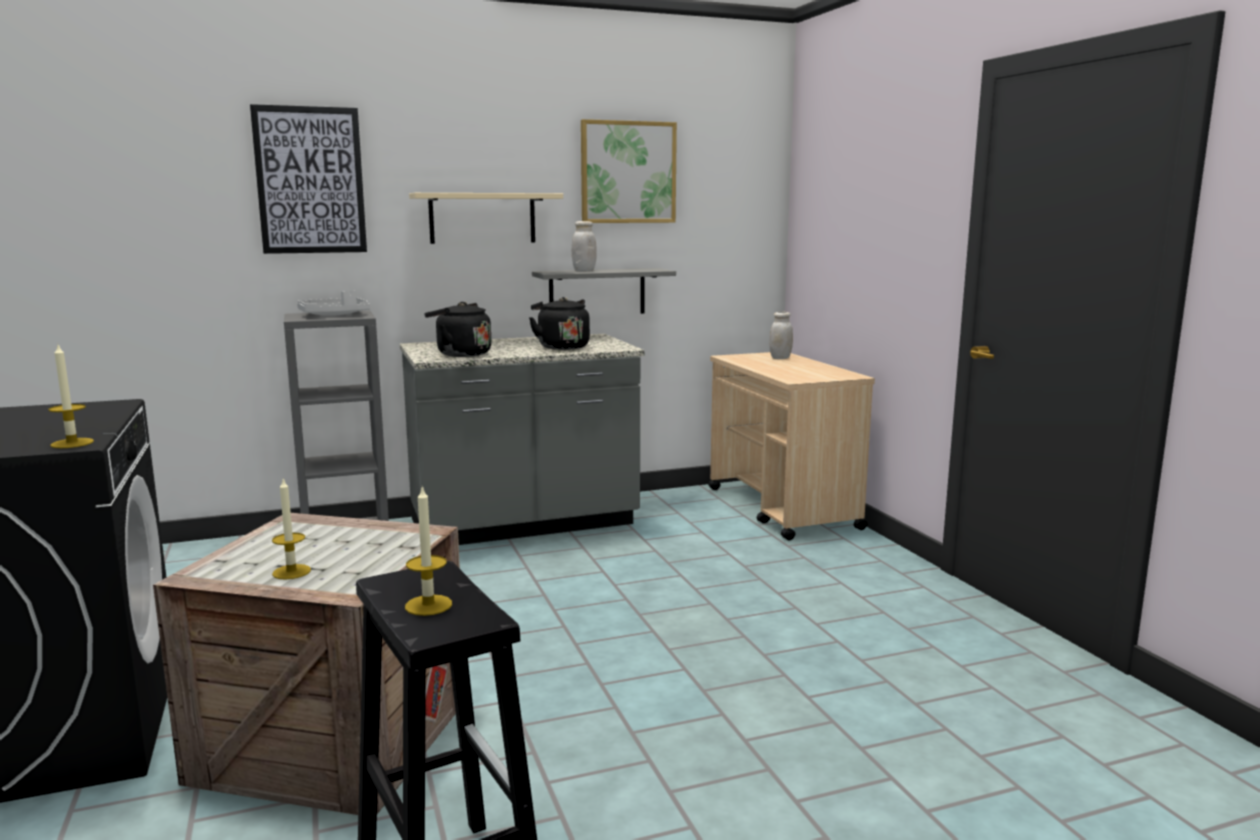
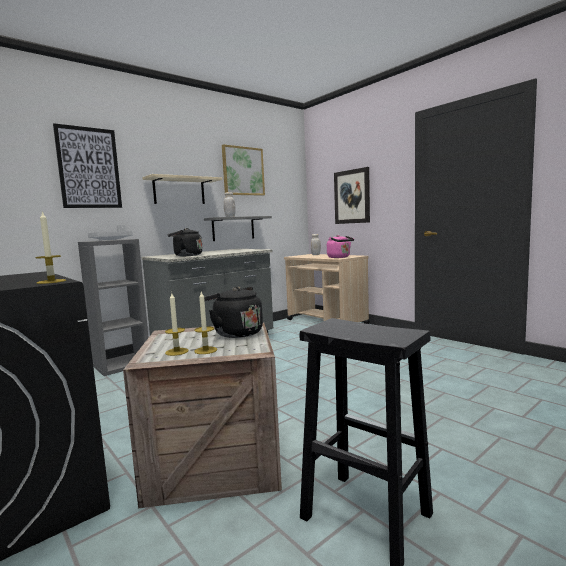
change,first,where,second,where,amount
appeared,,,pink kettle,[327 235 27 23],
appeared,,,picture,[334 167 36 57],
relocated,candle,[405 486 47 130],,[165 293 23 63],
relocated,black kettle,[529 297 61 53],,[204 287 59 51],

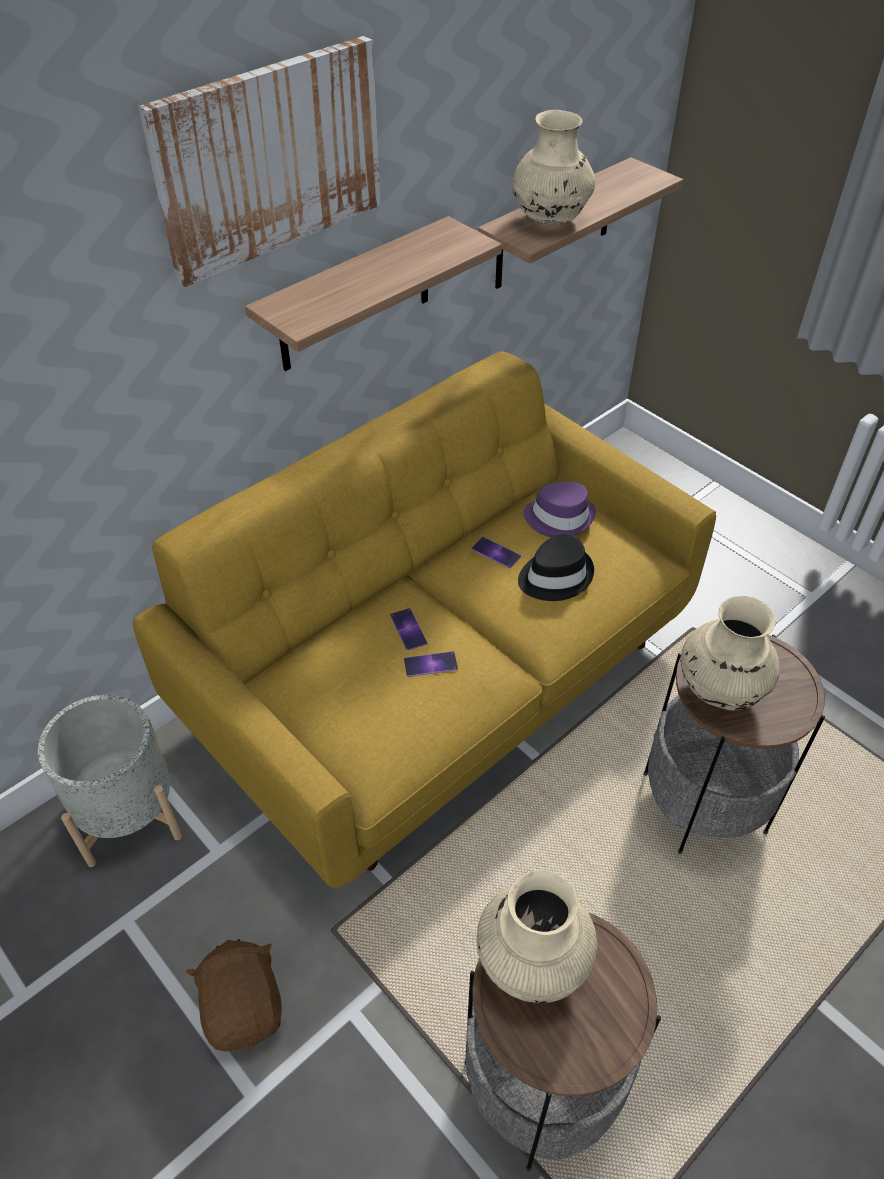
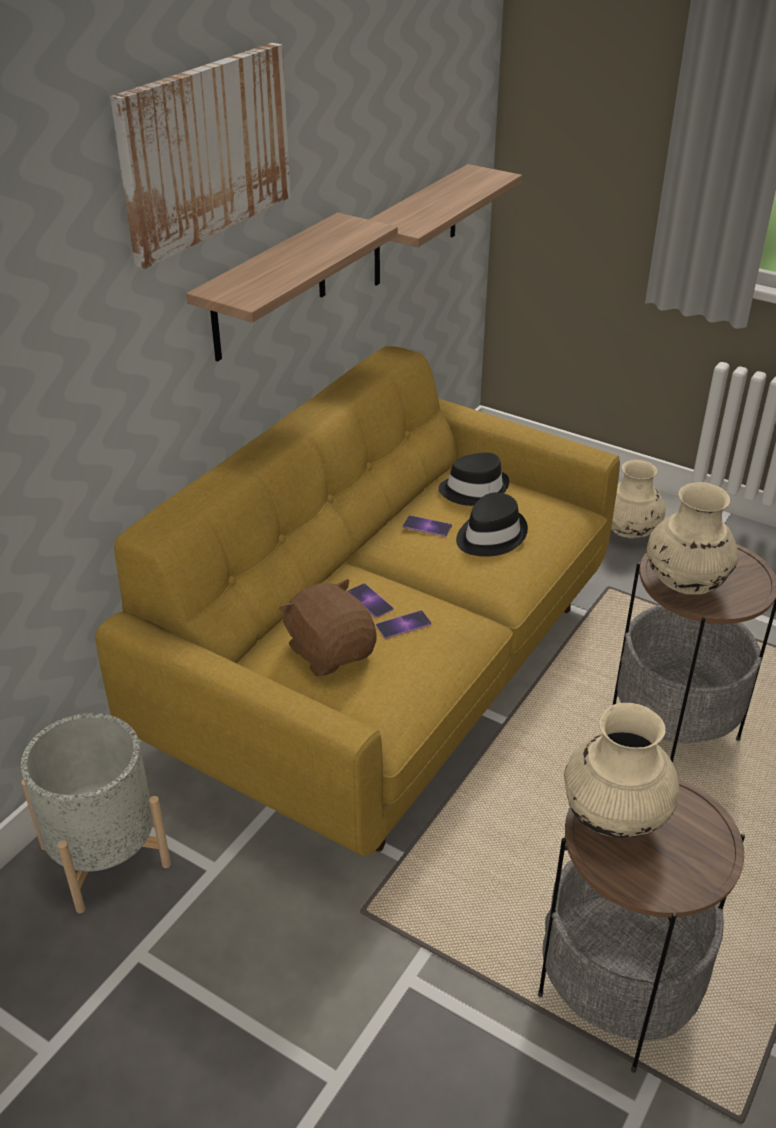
change,first,where,second,where,amount
relocated,brown plush toy,[186 939 96 112],,[279 579 98 98],
relocated,beige vase,[512 110 83 114],,[611 460 54 78],
colour,purple hat,[523 482 73 55],black hat,[438 453 72 53],

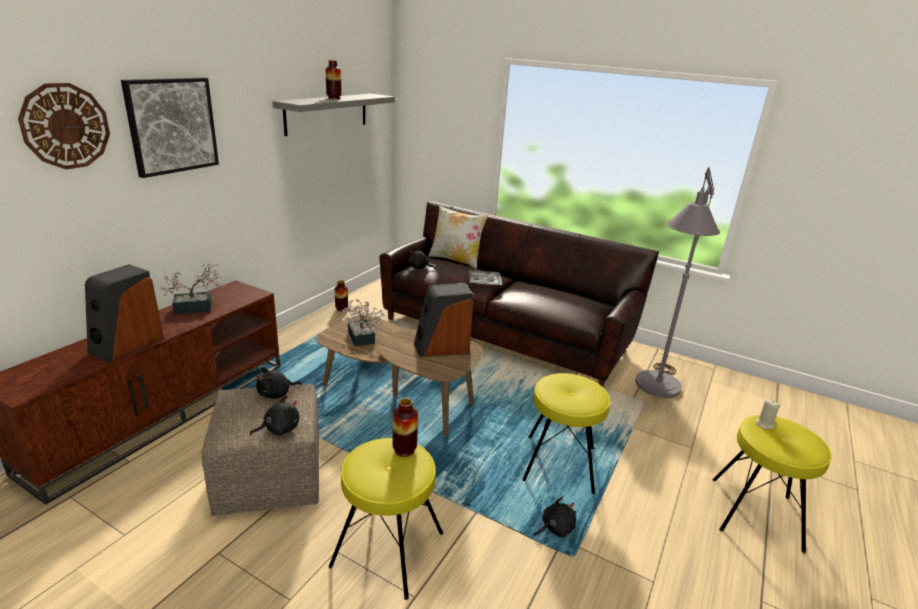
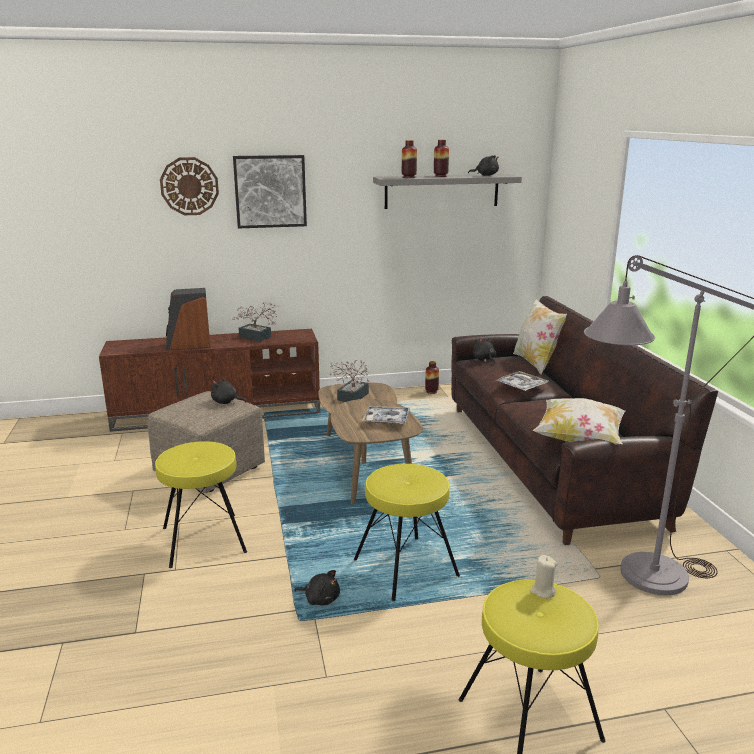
change,first,where,second,where,amount
appeared,,,pillow,[533 398 93 46],
relocated,black plush toy,[250 395 50 41],,[468 155 31 21],
relocated,vase,[392 398 26 59],,[402 140 15 38],
exchanged,speaker,[414 283 59 74],tray,[362 406 48 19],

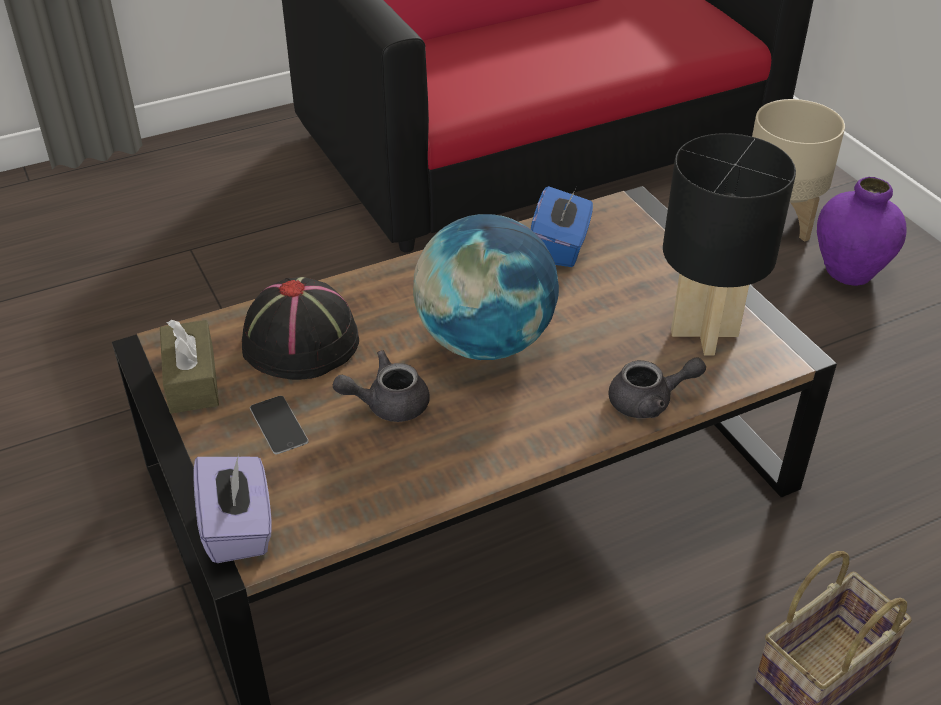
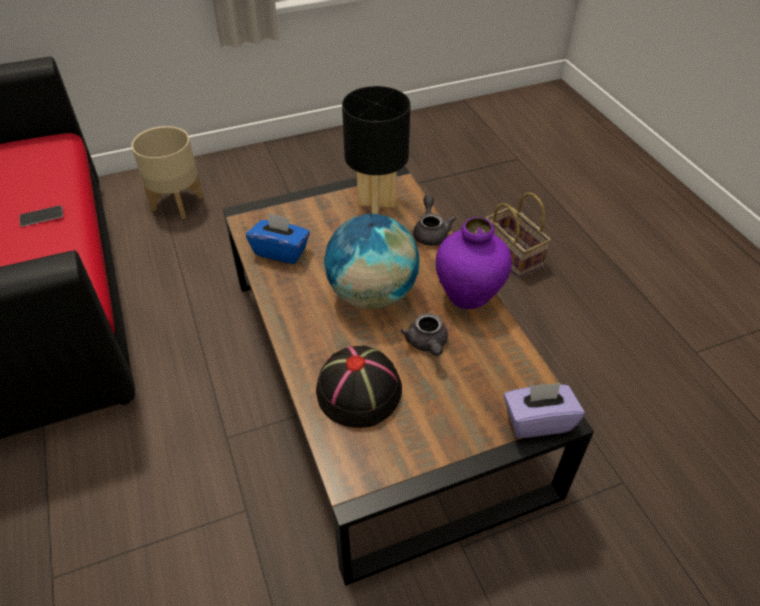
change,first,where,second,where,amount
missing,brown tissue box,[160 320 59 94],,,
relocated,phone,[250 396 59 58],,[19 205 44 22],
relocated,purple vase,[817 177 90 109],,[435 217 77 92],

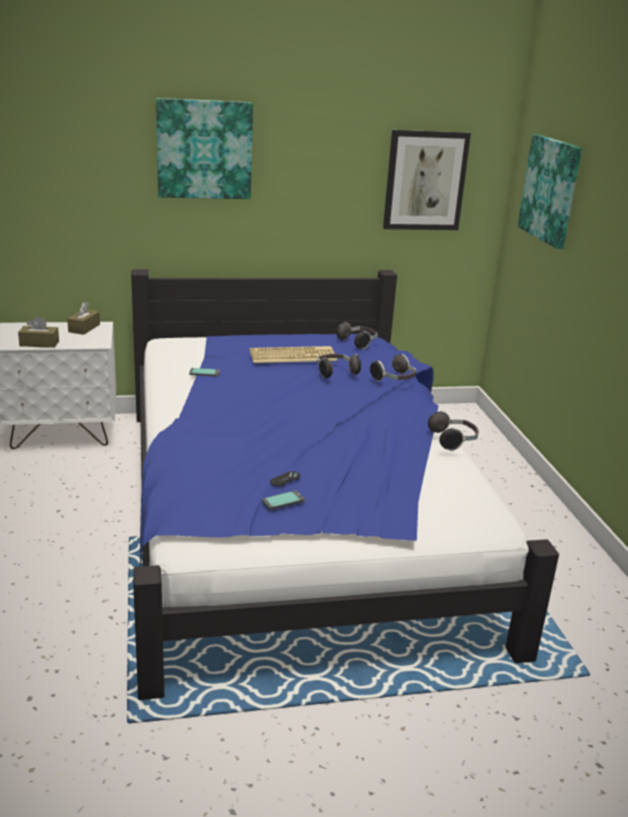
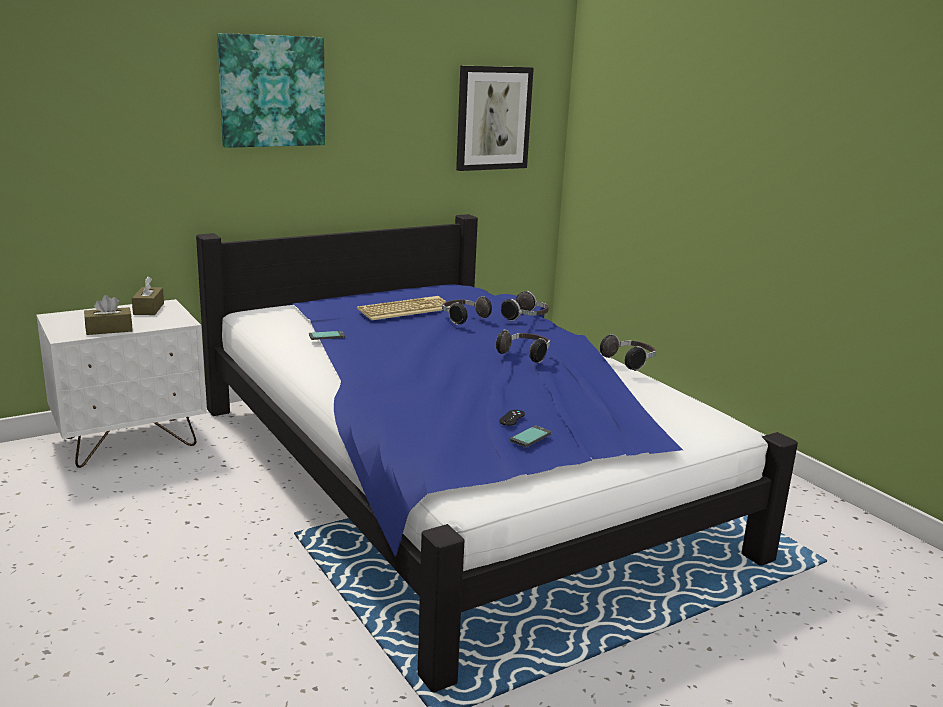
change,first,where,second,where,amount
missing,picture,[518 134 64 115],,,
relocated,headphones,[336 322 42 28],,[496 329 54 34],

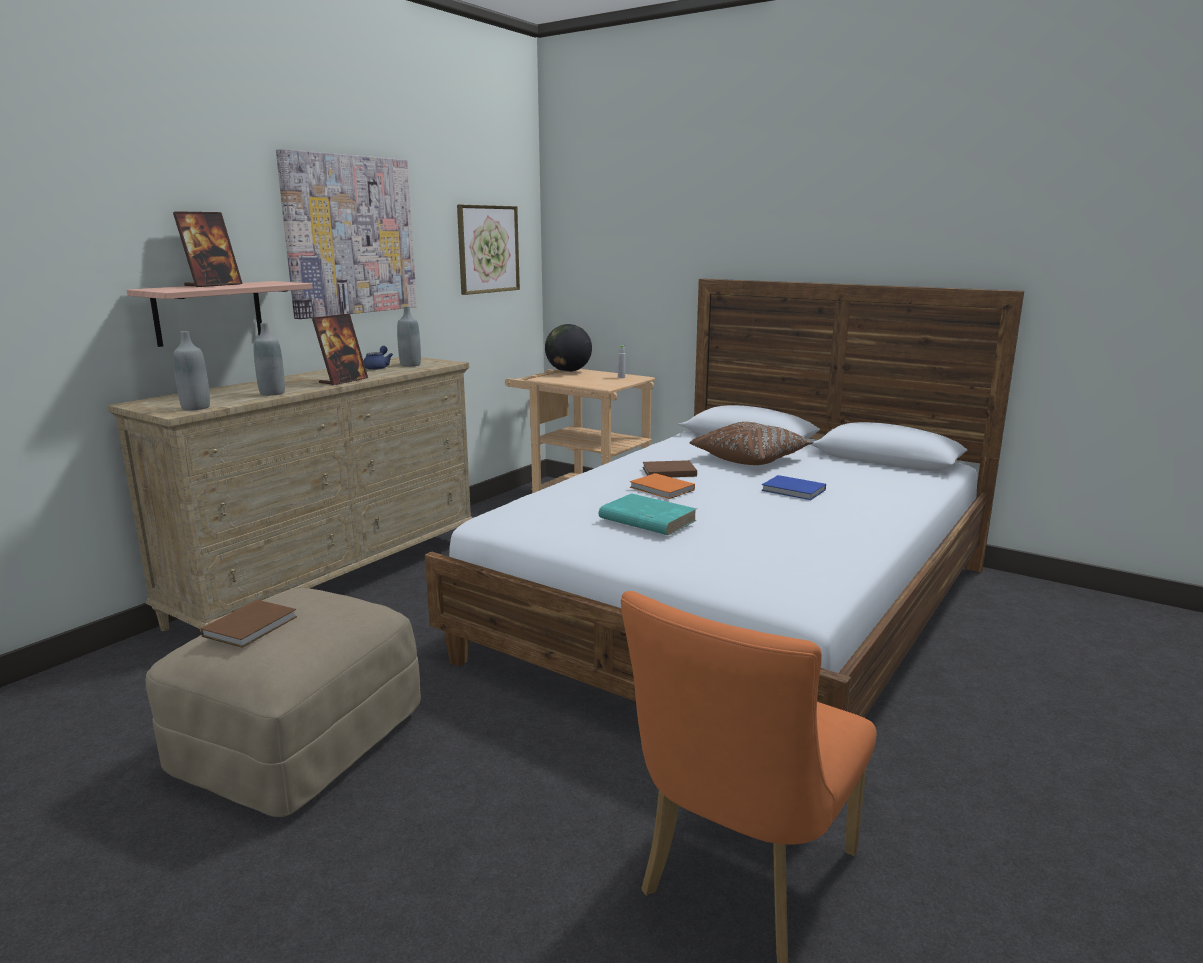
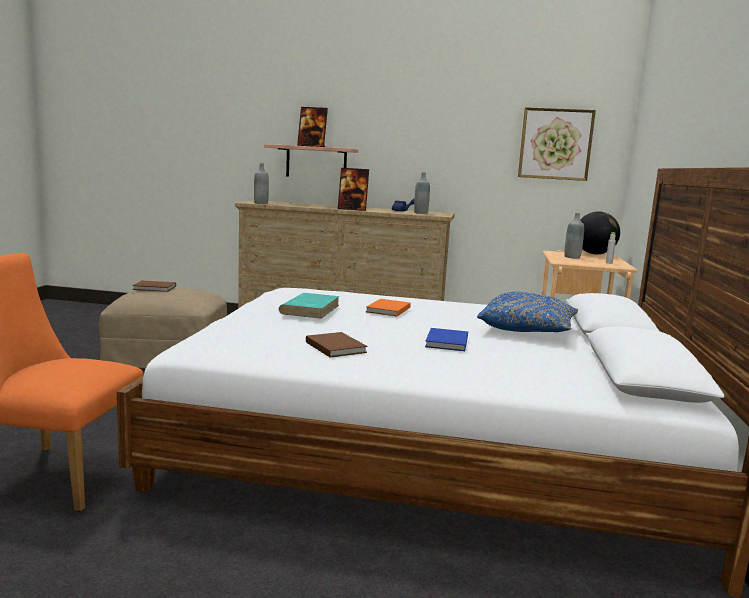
change,first,where,second,where,amount
missing,picture,[276 149 141 170],,,
relocated,grey bottle,[253 323 32 73],,[564 213 20 46],
relocated,brown book,[642 460 55 17],,[306 332 61 25],
colour,brown pillow,[690 422 124 43],blue pillow,[477 292 101 41],

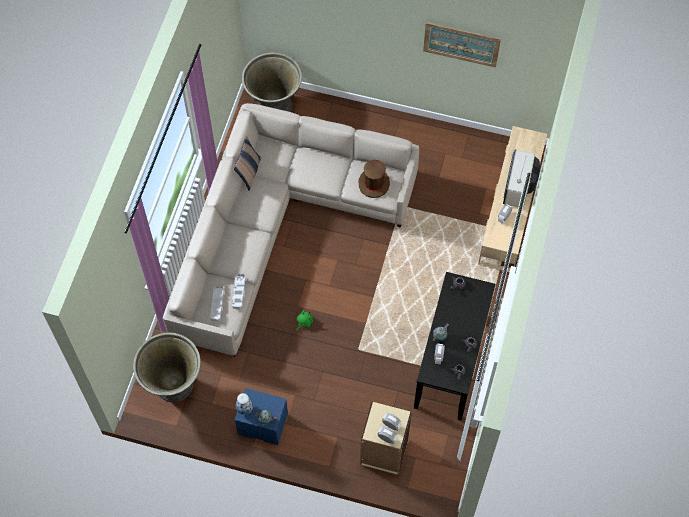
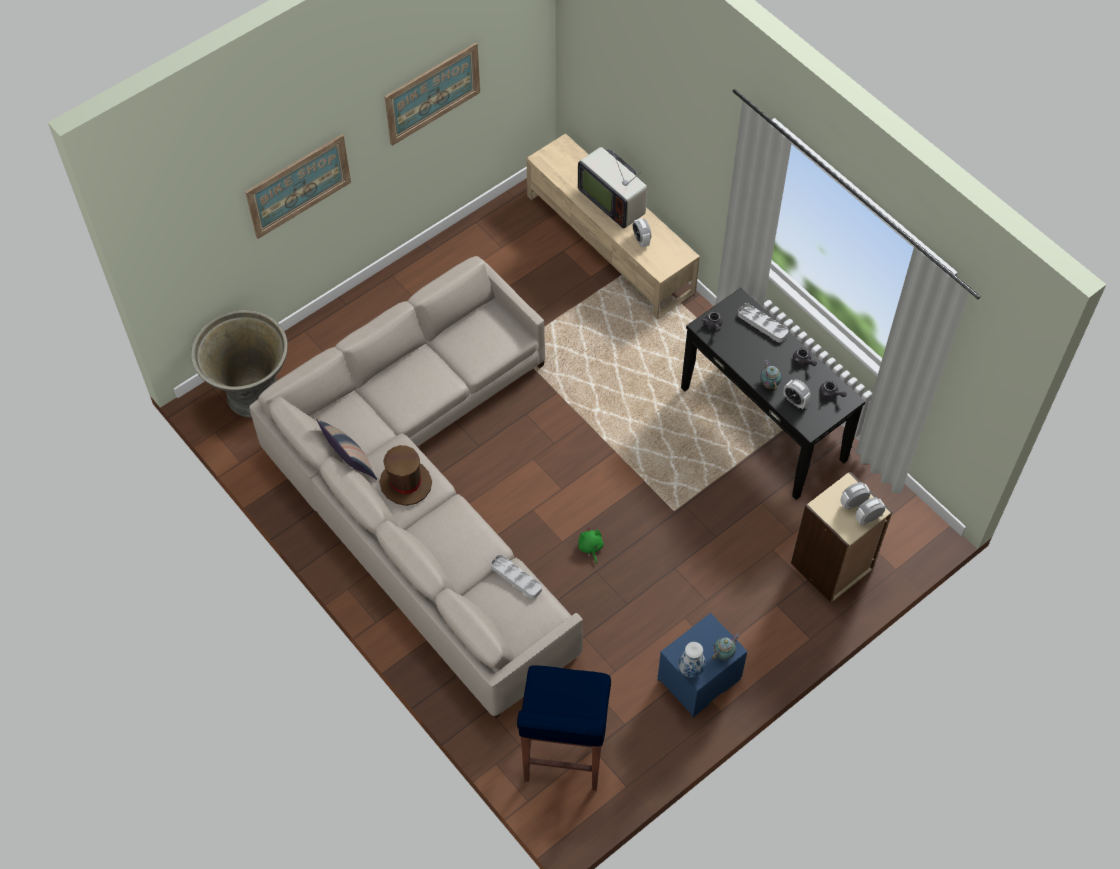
change,first,where,second,where,amount
appeared,,,picture,[245 134 106 105],
relocated,grey tray,[210 286 14 35],,[738 303 51 39],
relocated,brown hat,[359 160 31 38],,[379 445 53 61],
exchanged,grey planter,[133 332 68 70],blue stool,[517 665 94 125],

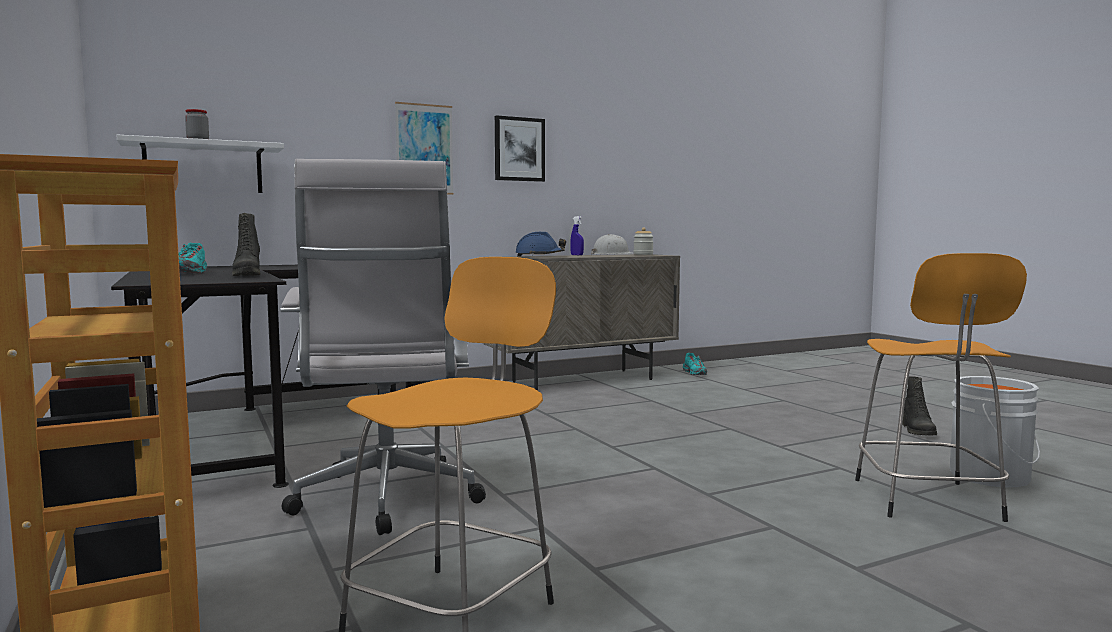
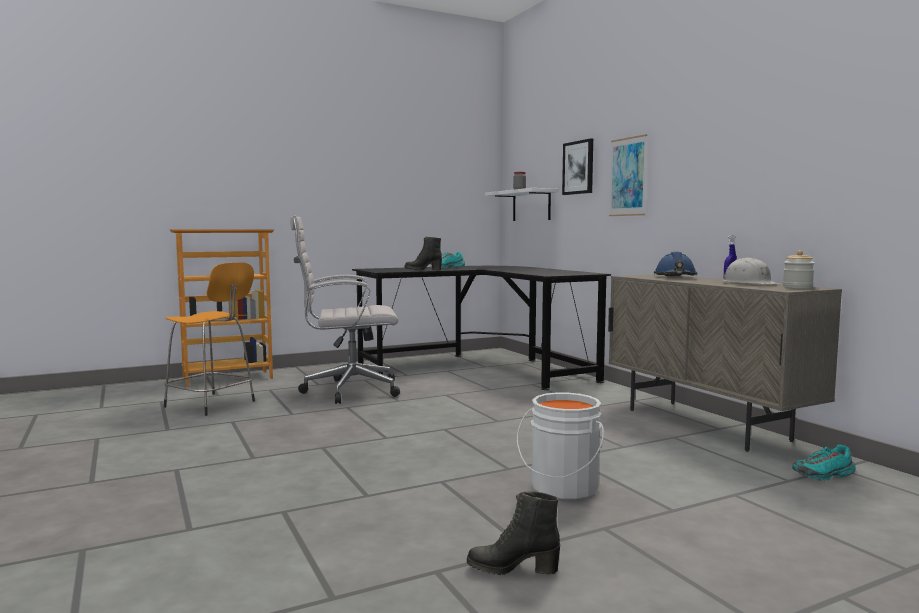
change,first,where,second,where,amount
missing,orange stool,[855 253 172 269],,,
relocated,picture,[495 115 50 67],,[562 138 31 57],
relocated,white bucket,[950 376 90 111],,[517 392 87 107],

